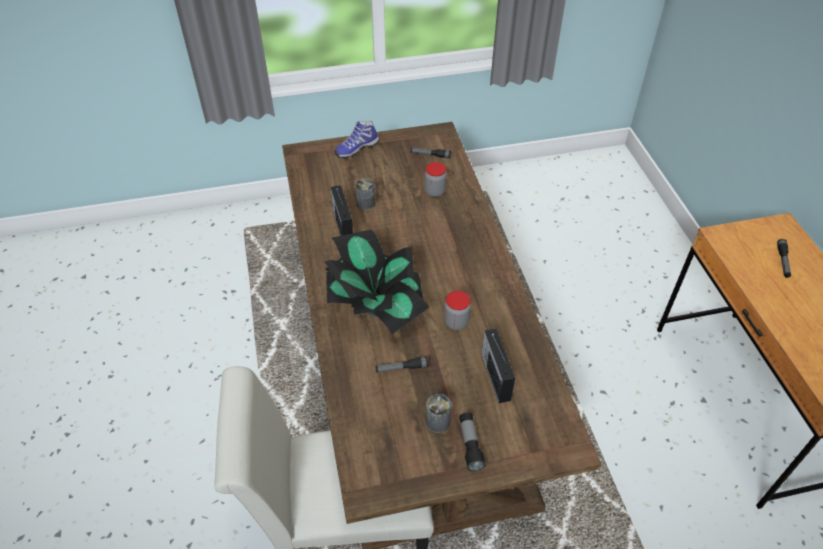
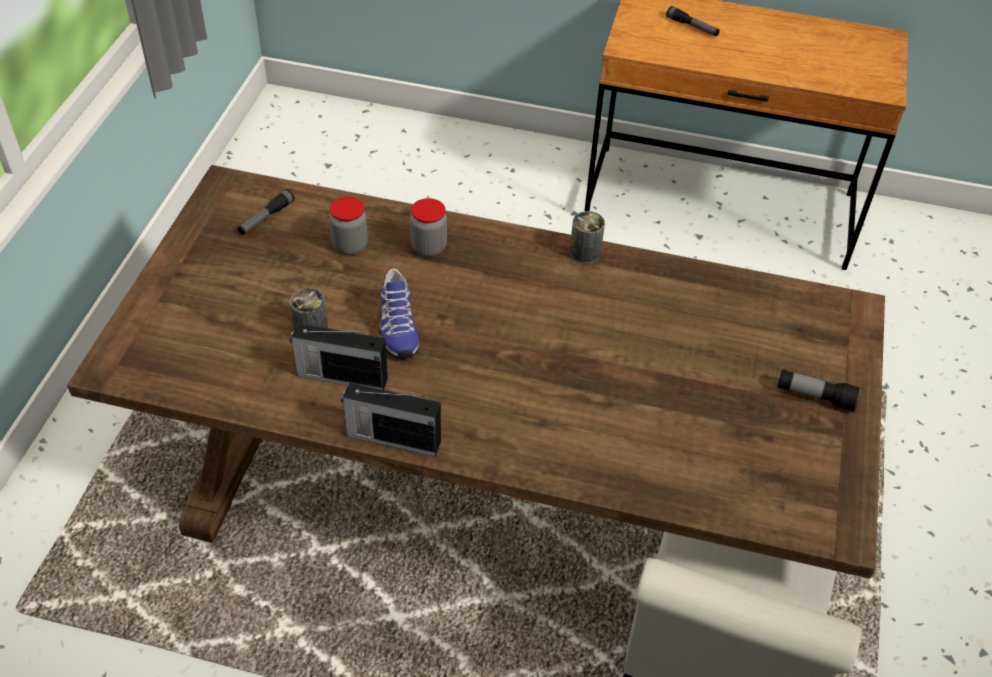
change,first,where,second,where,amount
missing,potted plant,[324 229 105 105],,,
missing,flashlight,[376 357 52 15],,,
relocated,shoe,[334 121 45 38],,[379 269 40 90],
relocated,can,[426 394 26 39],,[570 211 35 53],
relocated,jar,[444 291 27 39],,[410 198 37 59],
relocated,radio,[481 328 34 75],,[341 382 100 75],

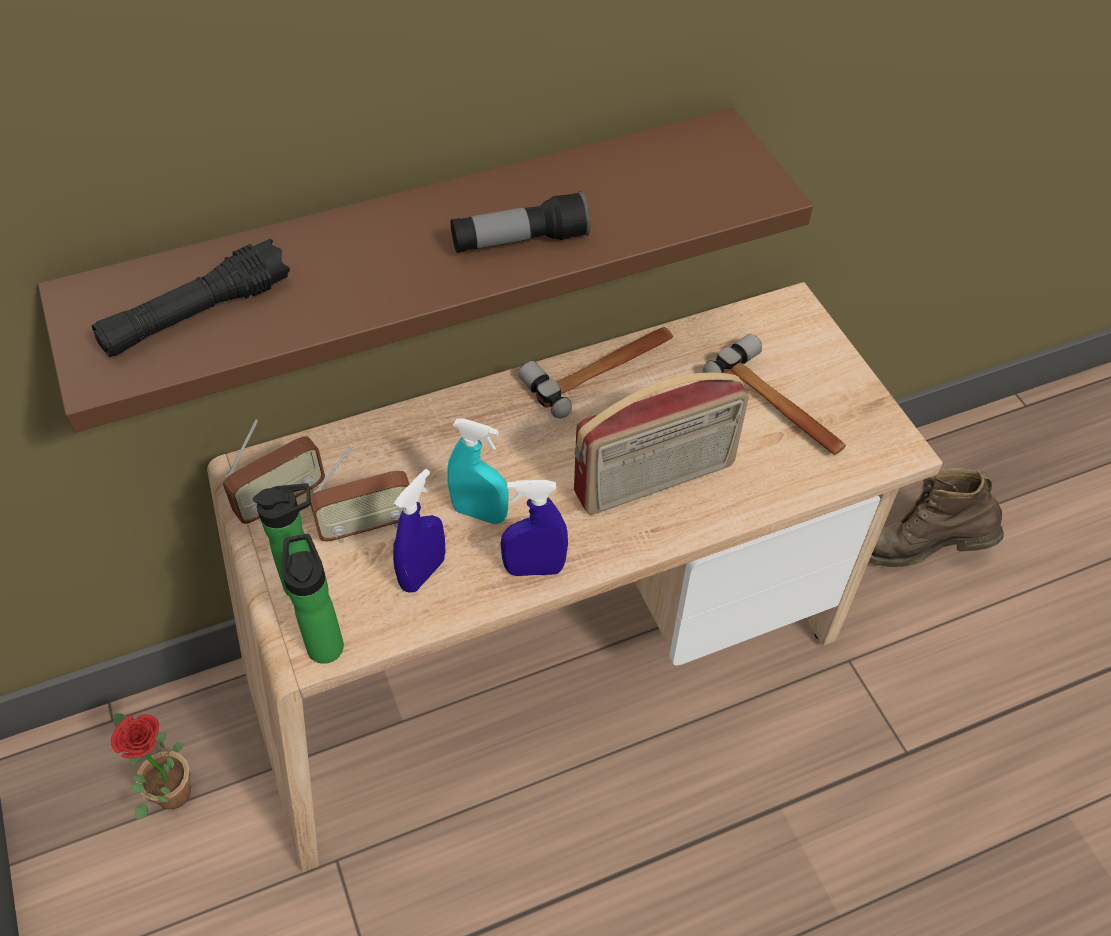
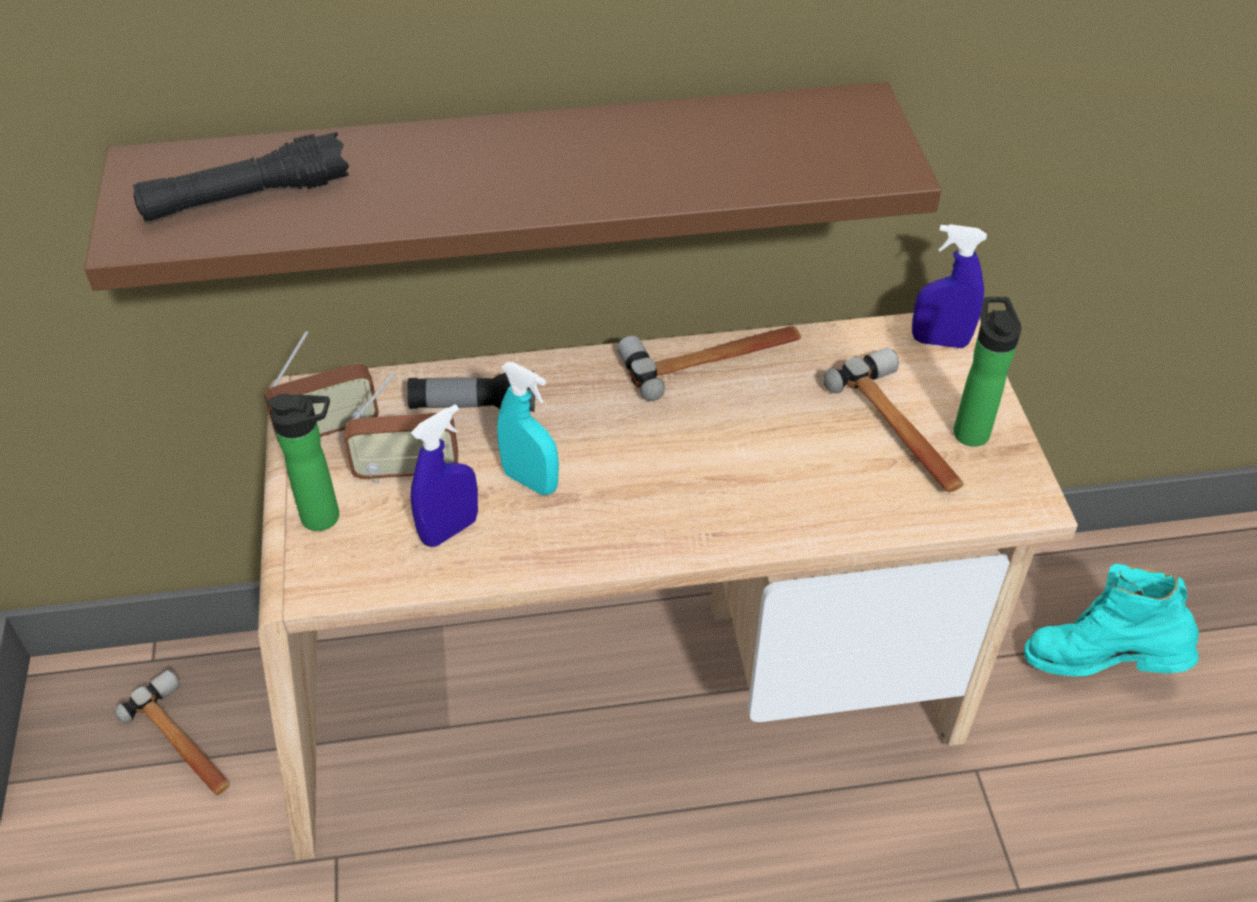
change,first,where,second,where,amount
missing,radio,[574 371 175 144],,,
relocated,bottle,[281 534 63 130],,[953 297 68 150],
relocated,flashlight,[450 191 140 62],,[407 371 128 41],
relocated,blue spray bottle,[500 480 68 96],,[912 224 75 124],
exchanged,potted plant,[111 713 80 106],hammer,[115 670 115 125],
colour,brown boot,[869 468 135 99],turquoise boot,[1024 564 175 112],

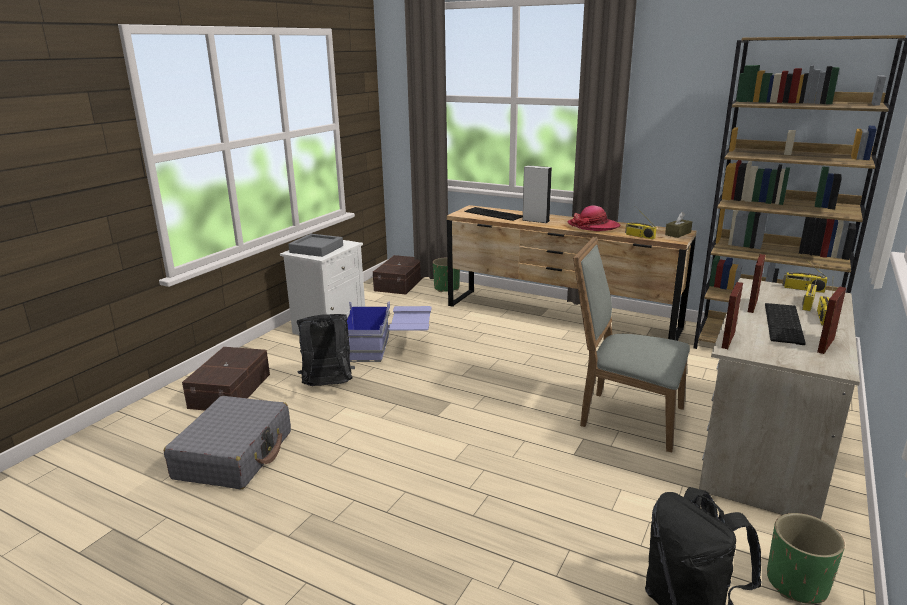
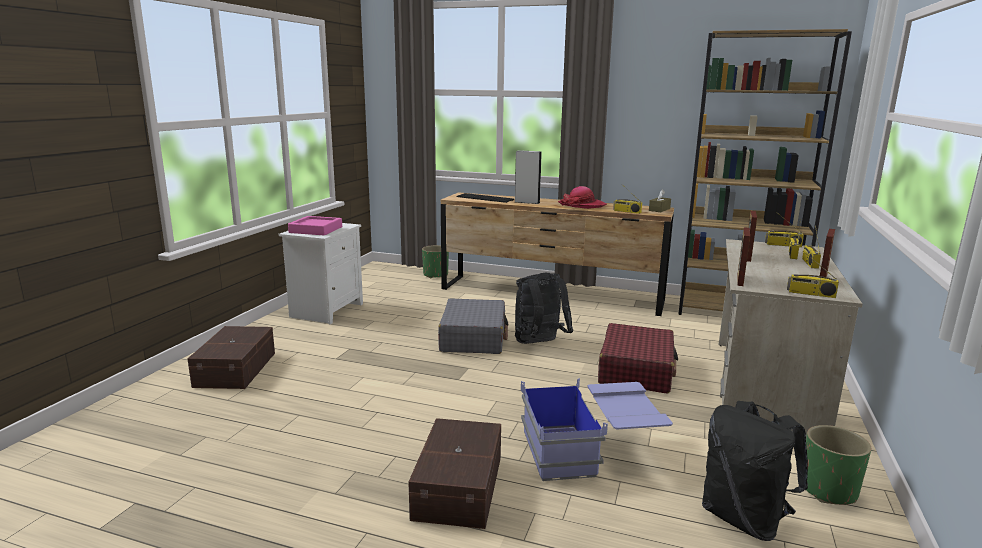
change,first,where,second,where,amount
missing,keyboard,[765 303 41 42],,,
appeared,,,radio,[787 251 52 47],
relocated,grey suitcase,[164 396 127 94],,[438 298 70 56],
relocated,black backpack,[297 314 58 72],,[515 273 58 71],
relocated,blue storage box,[347 302 84 60],,[521 378 152 103],
relocated,brown storage box,[373 255 51 40],,[408 418 93 111],
exchanged,grey chair,[573 237 117 216],red suitcase,[598 323 80 70],
colour,grey tray,[288 234 55 23],pink tray,[288 216 54 19],

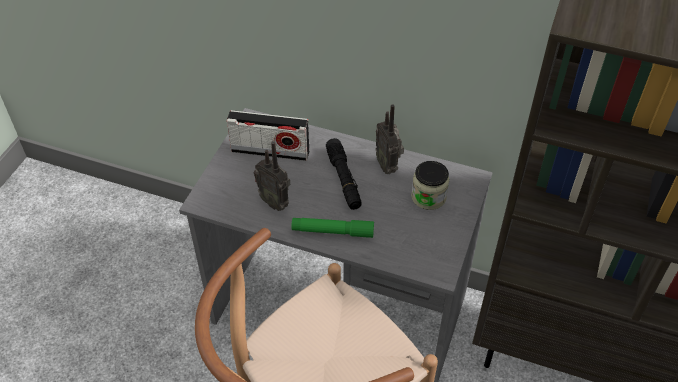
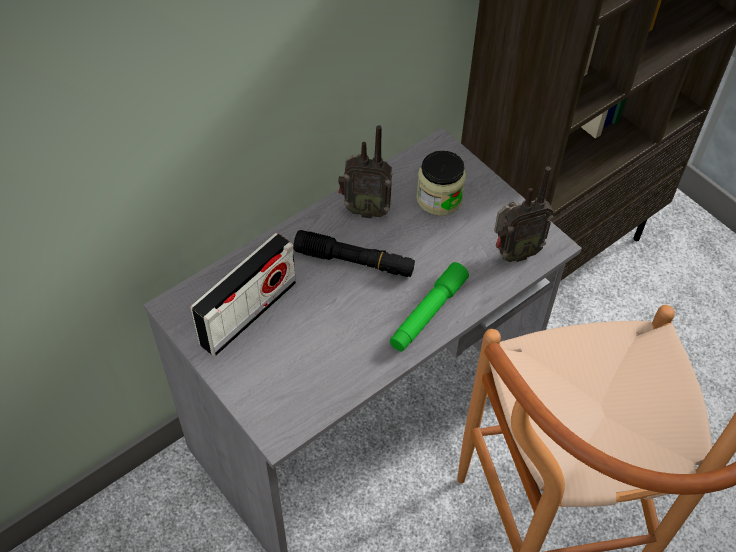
change,first,where,second,where,amount
relocated,radio,[254 141 36 70],,[494 166 60 96],

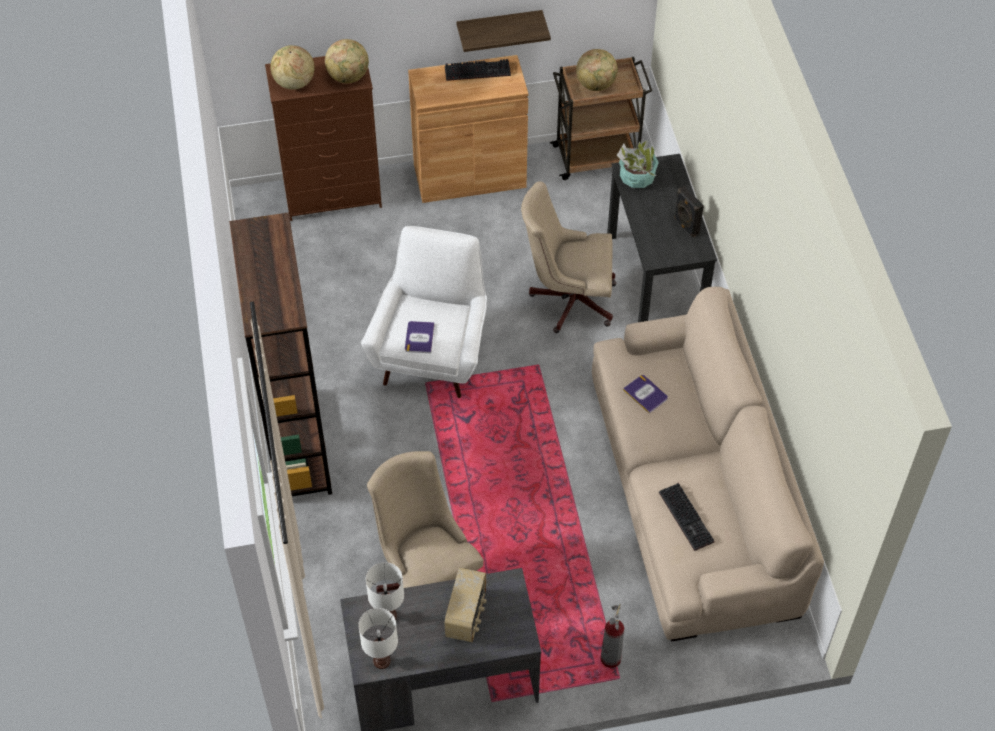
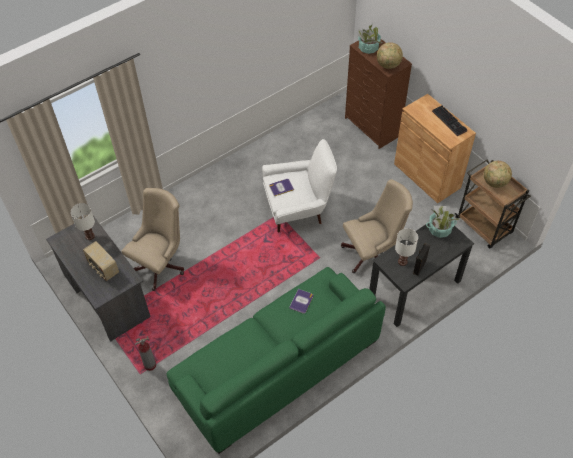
change,first,where,second,where,amount
missing,brown bookcase,[229 212 103 284],,,
missing,shelf,[456 10 95 42],,,
missing,keyboard,[659 483 56 68],,,
relocated,white table lamp,[359 608 39 61],,[395 228 23 38],
exchanged,globe,[270 45 45 45],potted plant,[357 24 25 30],
colour,beige sofa,[592 287 232 355],green sofa,[167 267 219 187],
spun,radio,[444 567 43 75],,[83 241 36 40],60 degrees clockwise
spun,beige office chair,[521 181 96 152],,[341 179 72 94],90 degrees clockwise

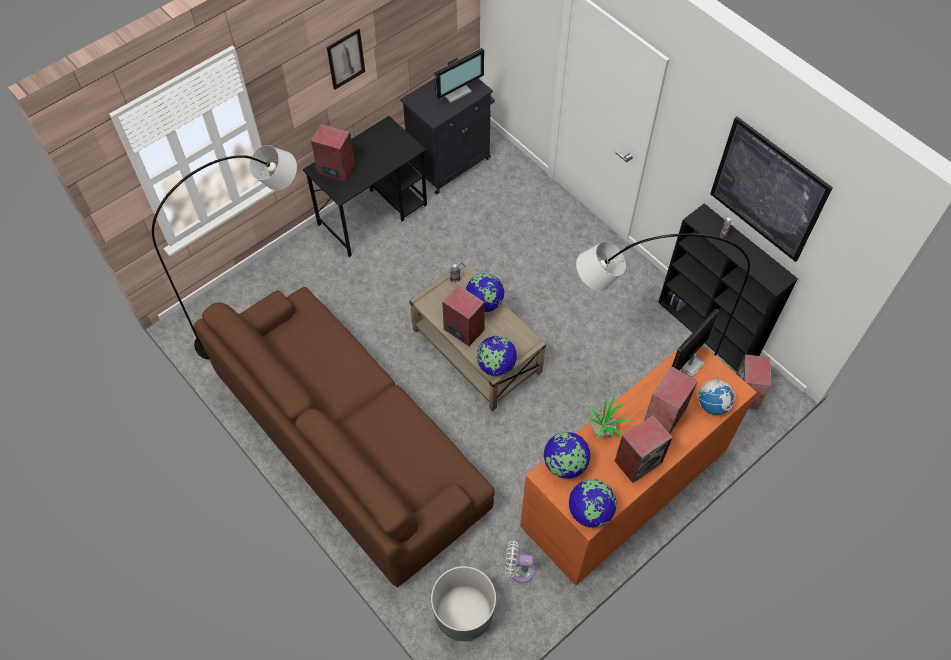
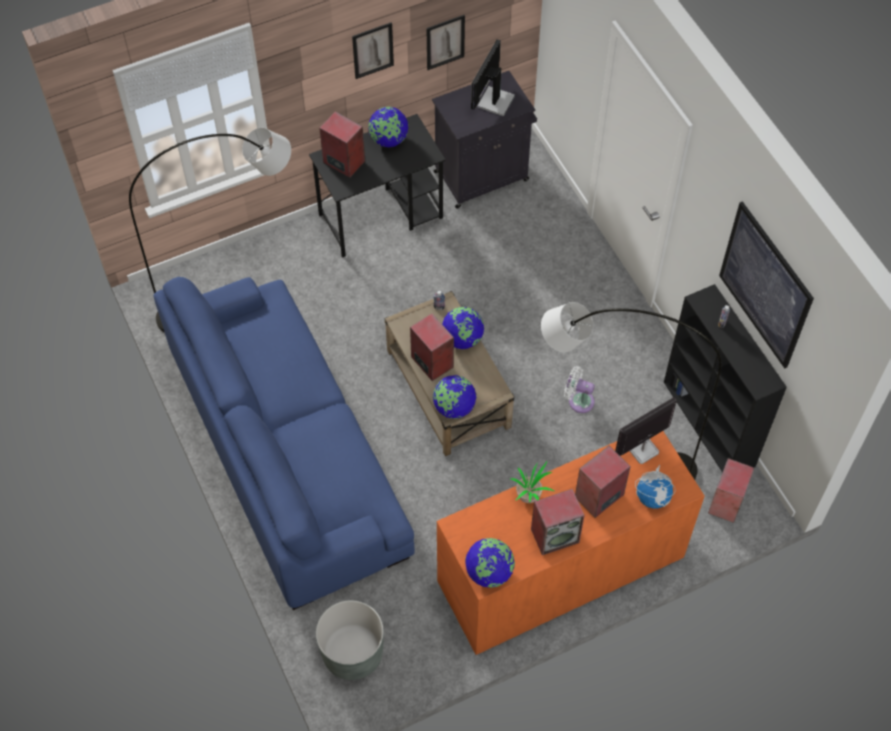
change,first,where,second,where,amount
appeared,,,picture,[427 15 38 55],
relocated,white fan,[505 541 30 42],,[564 366 31 47],
relocated,globe,[544 432 46 47],,[368 107 40 40],
colour,brown sofa,[193 287 302 300],blue sofa,[153 277 262 333],
spun,monitor,[435 48 49 55],,[471 39 44 77],135 degrees clockwise

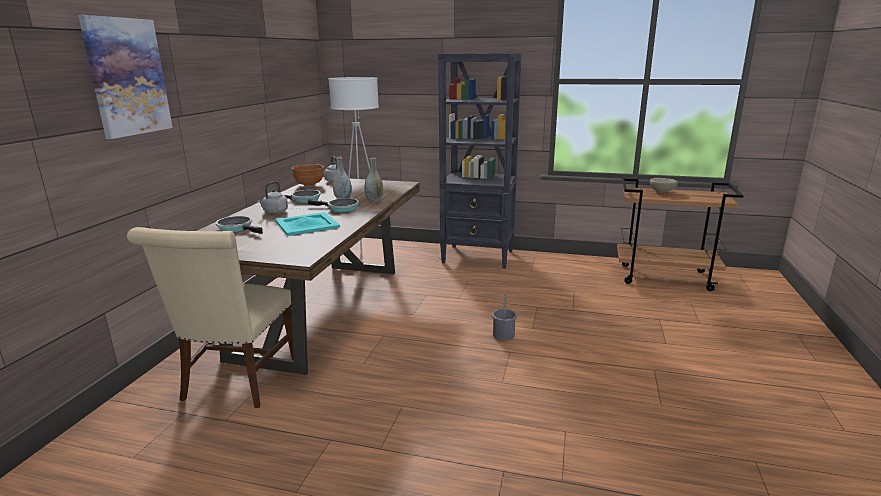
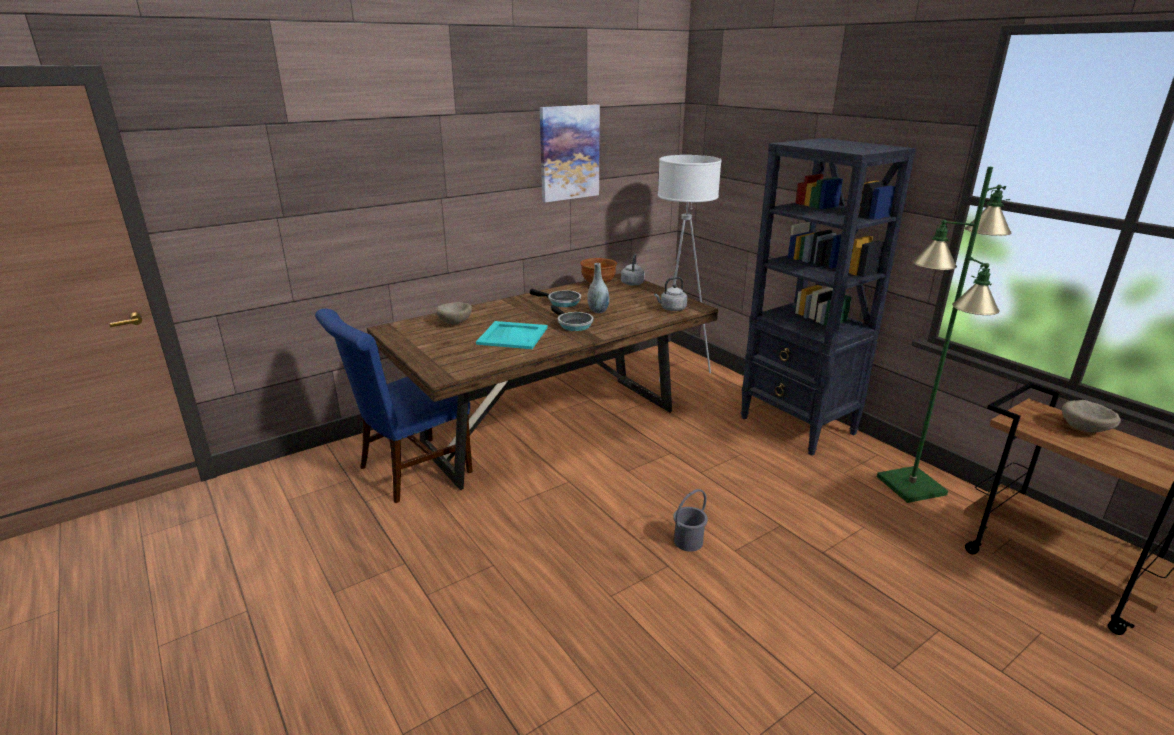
change,first,where,second,where,amount
missing,grey vase,[364 158 19 43],,,
appeared,,,green floor lamp,[877 167 135 336],
relocated,picture,[78 15 95 124],,[540 104 60 98],
relocated,grey kettle,[257 181 31 32],,[654 277 33 34],
exchanged,frying pan,[216 216 47 18],beige bowl,[436 302 36 22],
colour,beige chair,[127 227 166 181],blue chair,[315 308 158 195],

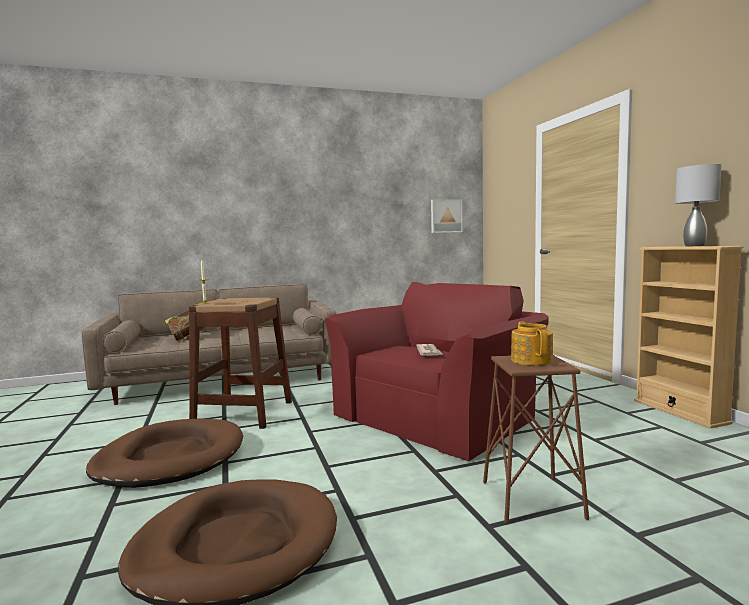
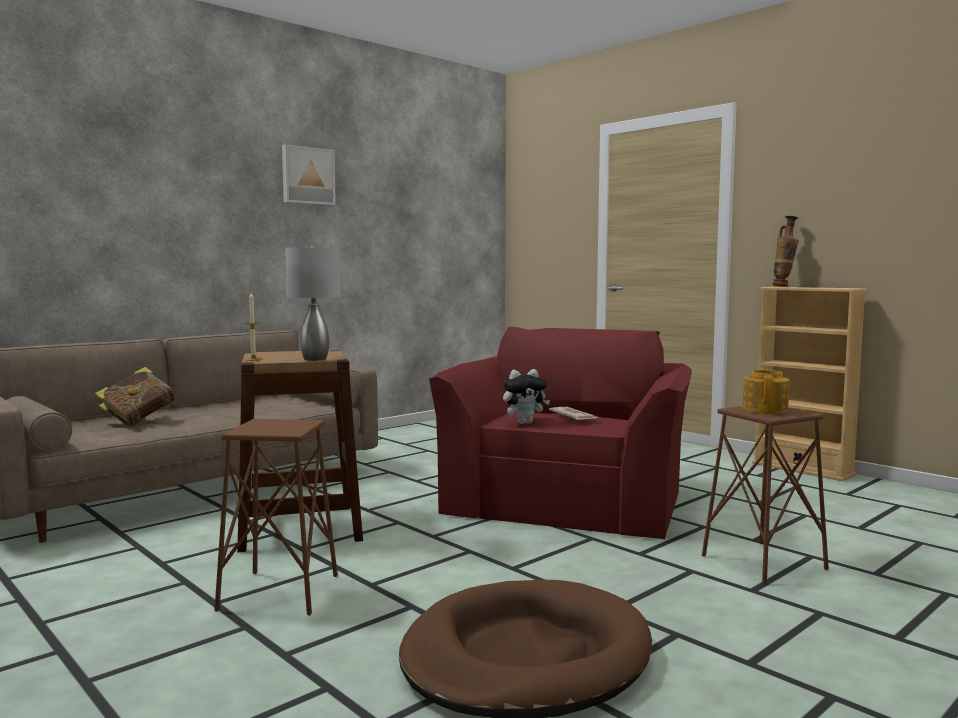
change,first,where,second,where,amount
appeared,,,plush toy,[503 369 47 55],
appeared,,,vase,[772 216 27 71],
relocated,picture,[431 200 31 33],,[282 144 54 61],
relocated,grey table lamp,[675 164 46 82],,[285 246 55 114],
exchanged,brown dog bed,[86 419 157 69],brown stool,[214 419 124 196],
spun,teapot,[511 322 42 44],,[743 368 46 46],45 degrees clockwise

